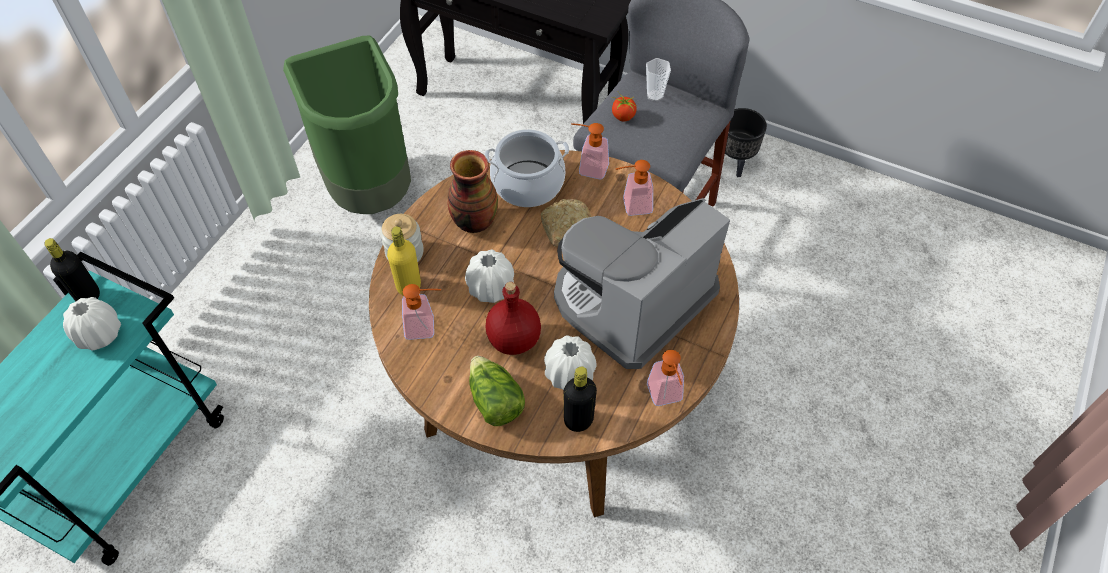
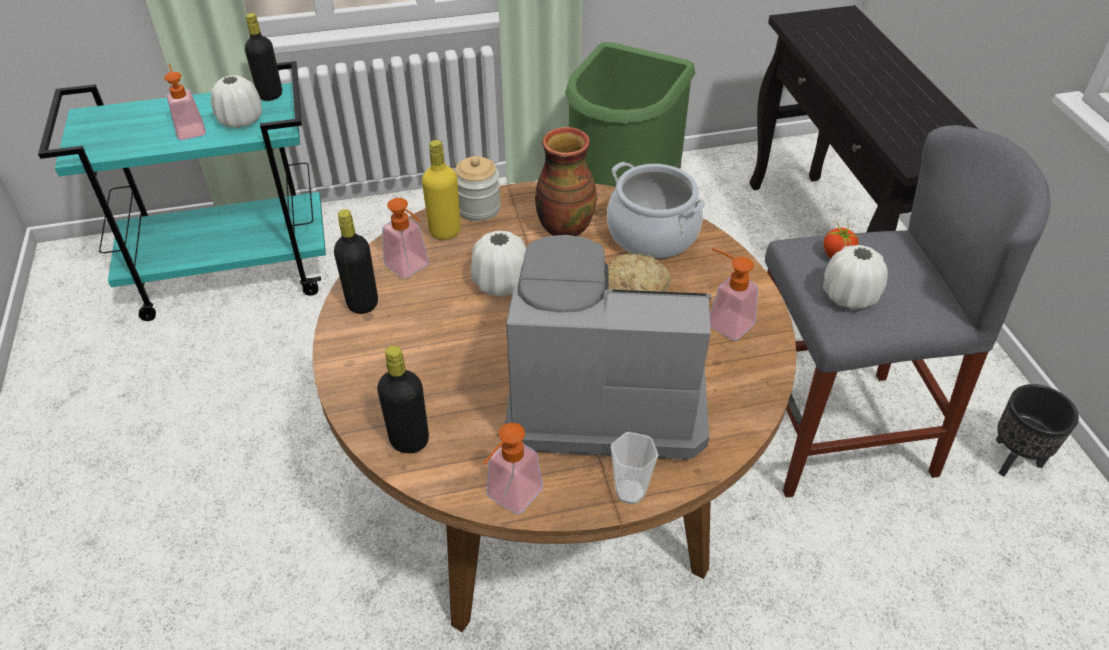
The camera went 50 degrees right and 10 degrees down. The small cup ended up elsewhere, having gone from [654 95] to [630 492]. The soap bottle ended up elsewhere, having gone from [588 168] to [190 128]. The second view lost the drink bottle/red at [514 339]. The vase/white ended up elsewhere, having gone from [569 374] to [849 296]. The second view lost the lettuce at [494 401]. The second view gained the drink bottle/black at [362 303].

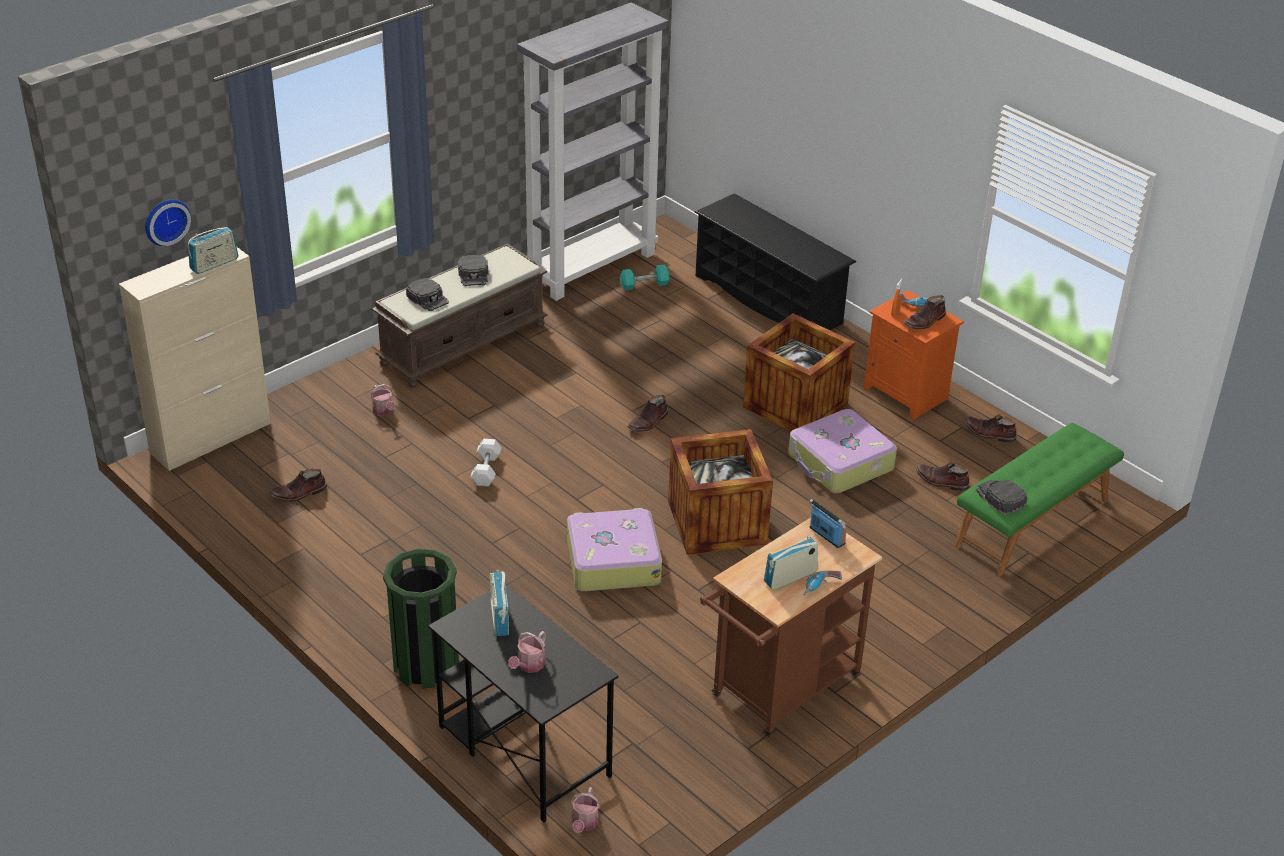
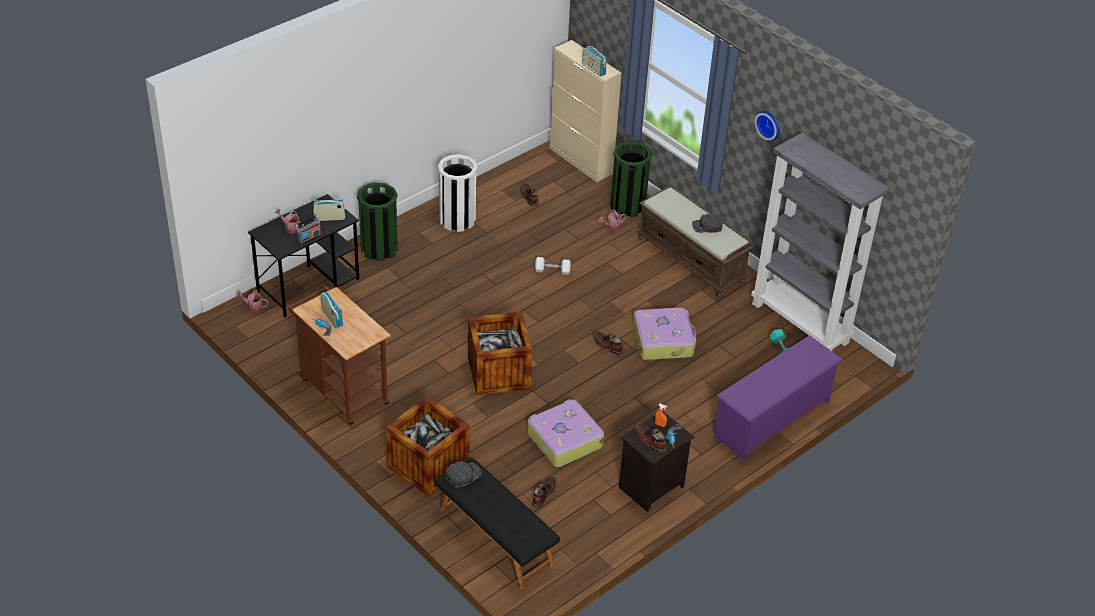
The camera went 90 degrees right and 5 degrees up. What was the shoe rack/black at [769 299] turned into the shoe rack/purple-coloured at [772 419]. The wall clock ended up elsewhere, having gone from [165 220] to [769 124]. The second view lost the cap/black at [428 298]. What was the nightstand/orange at [907 394] turned into the nightstand/black at [651 488]. The shipping crate ended up elsewhere, having gone from [795 405] to [428 465]. The second view lost the high-top boot/brownish at [989 433]. What was the bench/green-coloured at [1033 523] turned into the bench/black at [495 539]. The radio ended up elsewhere, having gone from [826 536] to [309 238]. The piece of luggage ended up elsewhere, having gone from [612 561] to [663 340]. The second view gained the trash can/green-coloured at [627 206]. The second view gained the trash can/white at [457 220].

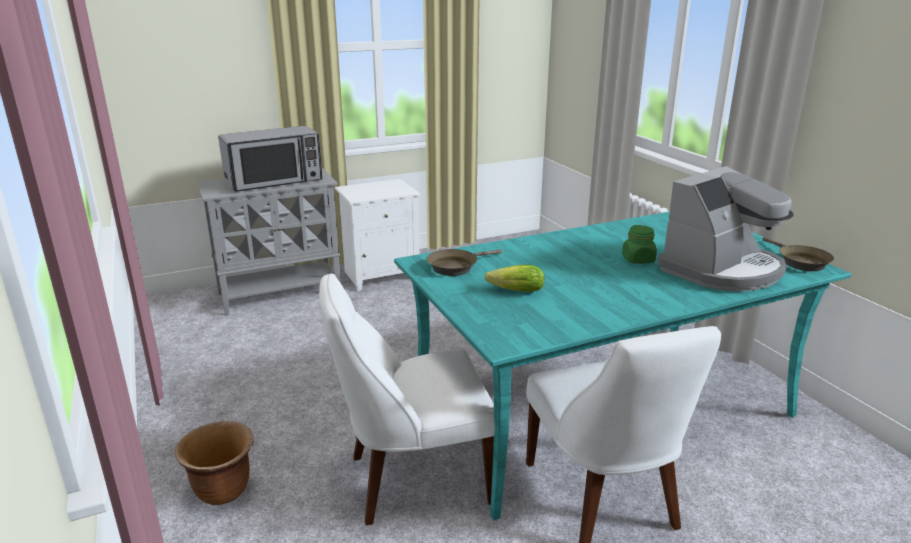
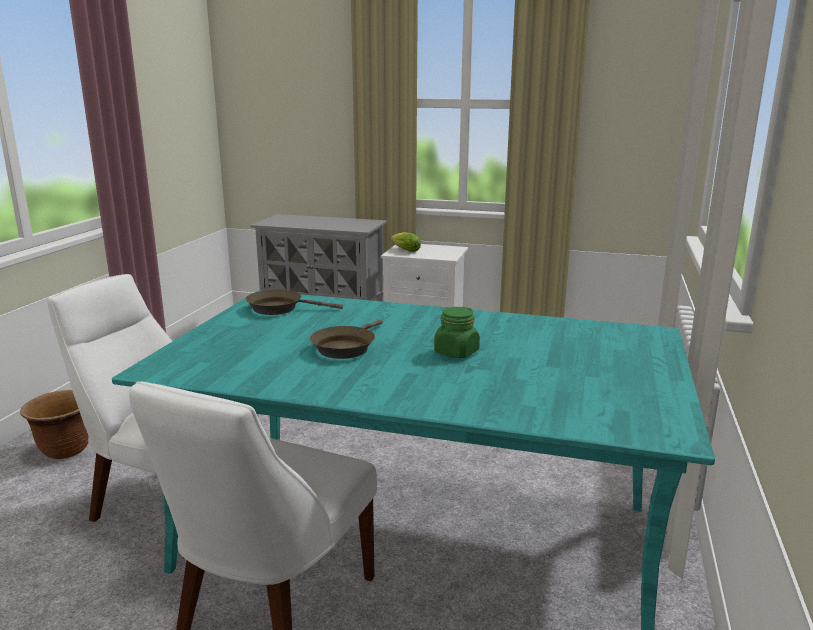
The camera went 40 degrees right and 5 degrees down. The second view lost the kitchen microwave at [274 181]. The second view lost the coffee brewer at [722 270]. The skillet/brownish ended up elsewhere, having gone from [799 262] to [346 347]. The lettuce ended up elsewhere, having gone from [513 291] to [404 250].

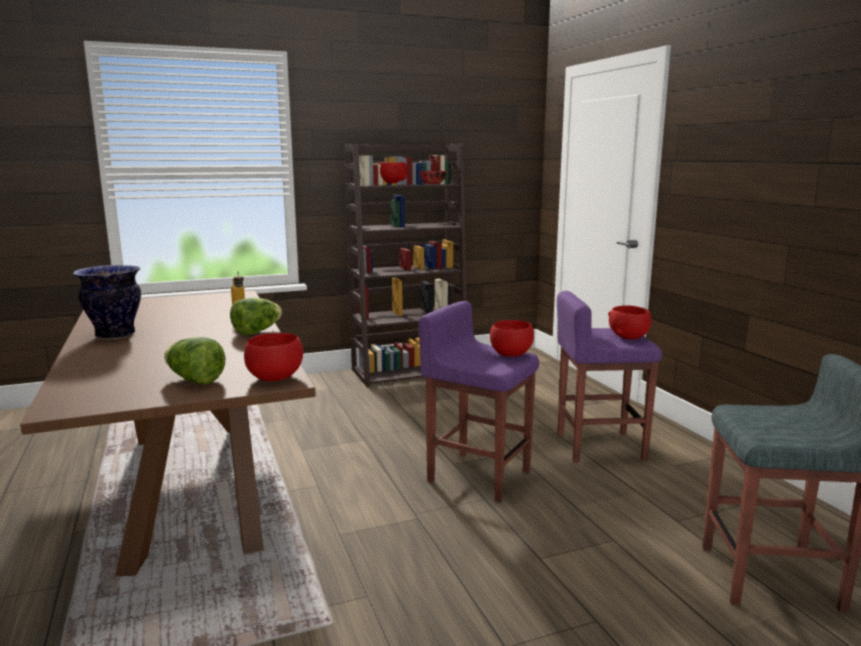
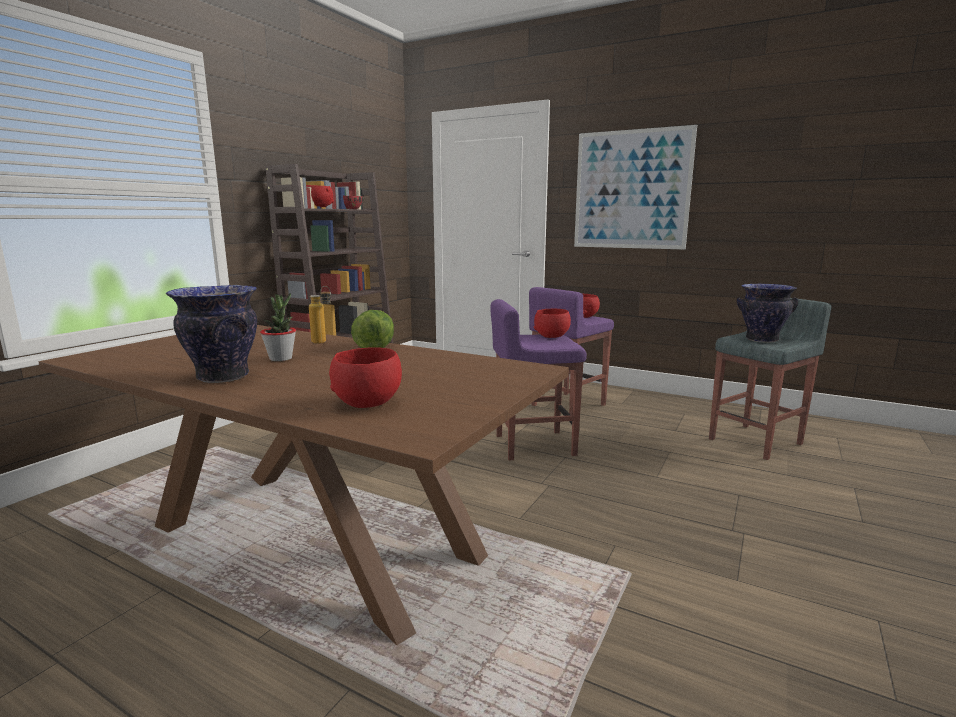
The camera went 40 degrees left and 0 degrees up. The deep dish/red ended up elsewhere, having gone from [275 378] to [368 403]. The second view lost the lettuce at [195 380]. The second view gained the wall art at [631 190]. The second view gained the vase at [761 339]. The second view gained the plant in a pot at [281 358].

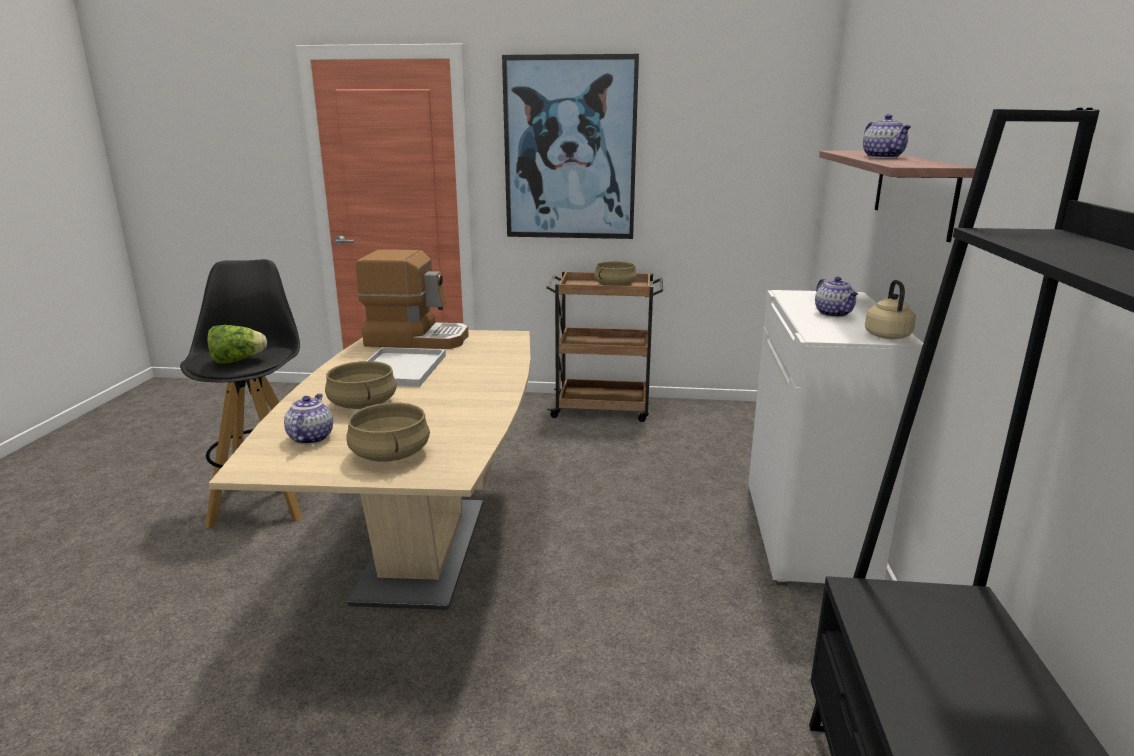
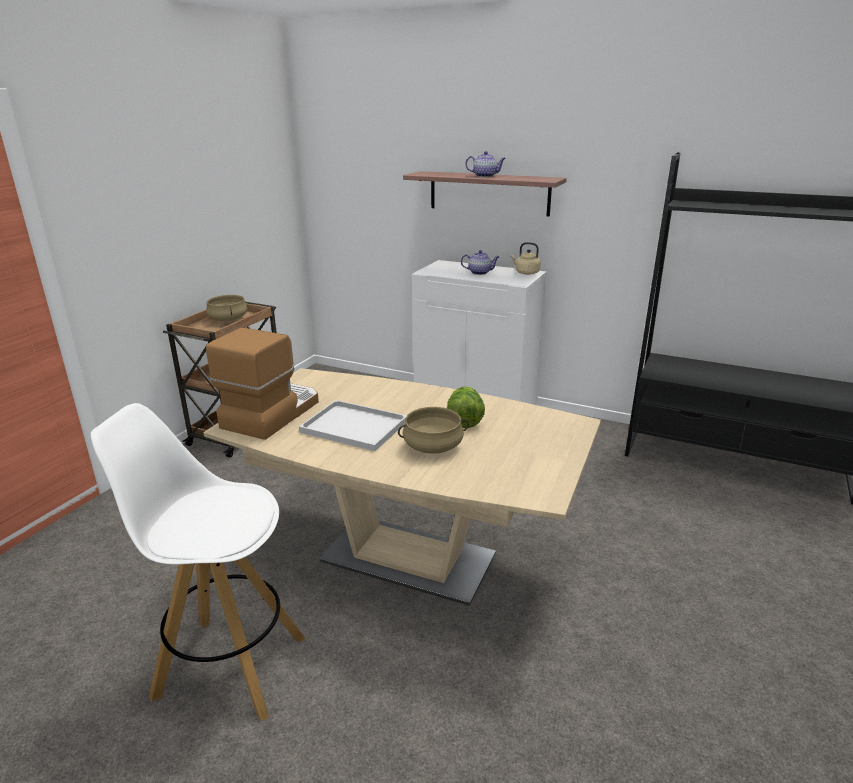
The camera went 70 degrees left and 5 degrees up. The second view lost the wall art at [570 149]. What was the sitting stool/black at [266 497] turned into the sitting stool/white at [228 665]. The lettuce ended up elsewhere, having gone from [237 361] to [464 420]. The second view lost the pot for tea at [310 437]. The second view lost the saucepot/beige-coloured at [389 454].

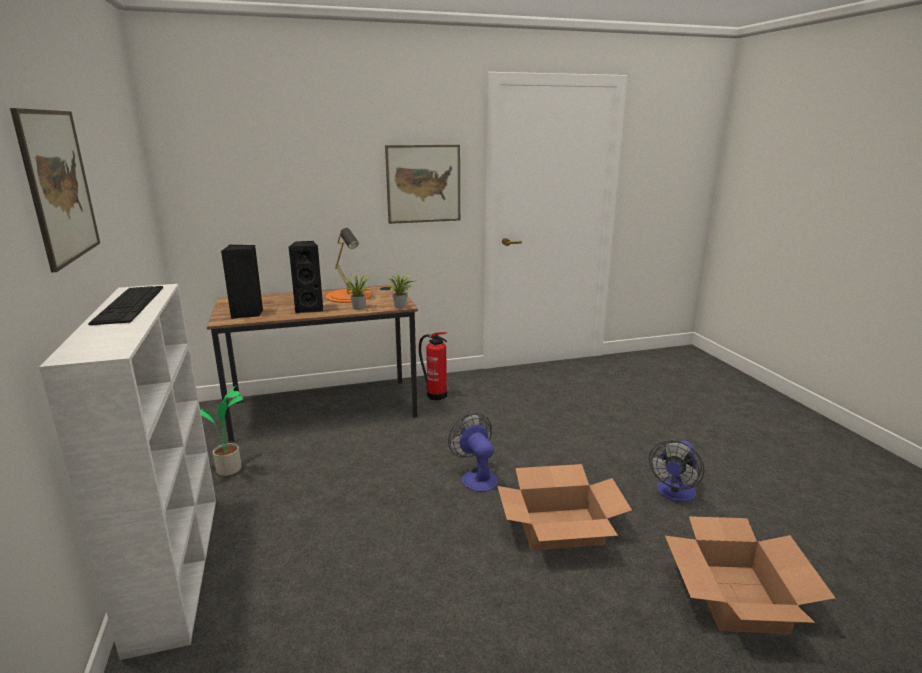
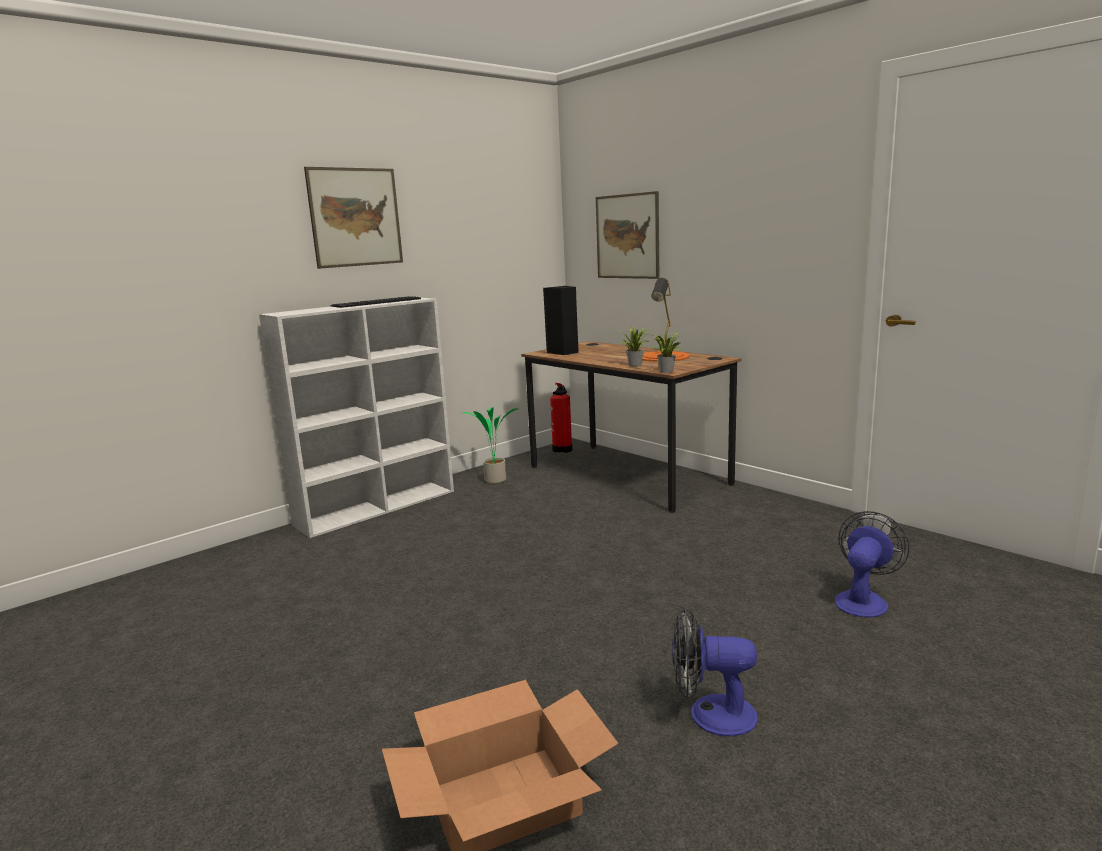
The camera went 65 degrees right and 5 degrees down. The wall art ended up elsewhere, having gone from [423 184] to [627 236]. The second view lost the audio speaker/black at [310 308]. The extinguisher ended up elsewhere, having gone from [435 395] to [563 449]. The cooling fan ended up elsewhere, having gone from [476 477] to [863 600]. The second view lost the cardboard box at [560 528].

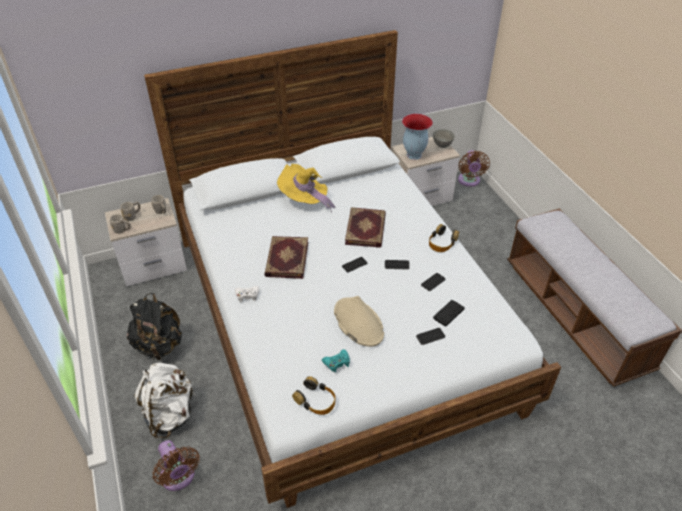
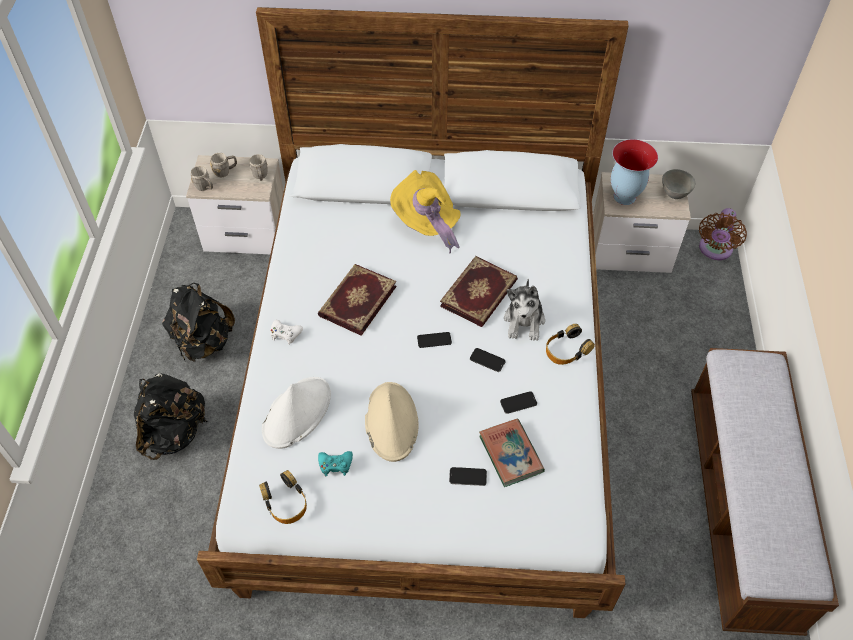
The camera went 25 degrees right and 10 degrees up. Where the gamepad/black stood at [448 313], the volume came to stand at [511 454]. What was the backpack/white at [170 414] turned into the backpack/black at [174 432]. The second view lost the cooling fan/brownish at [179 478]. The second view gained the cuddly toy at [524 321]. The second view gained the clothing hat/white at [297 412].

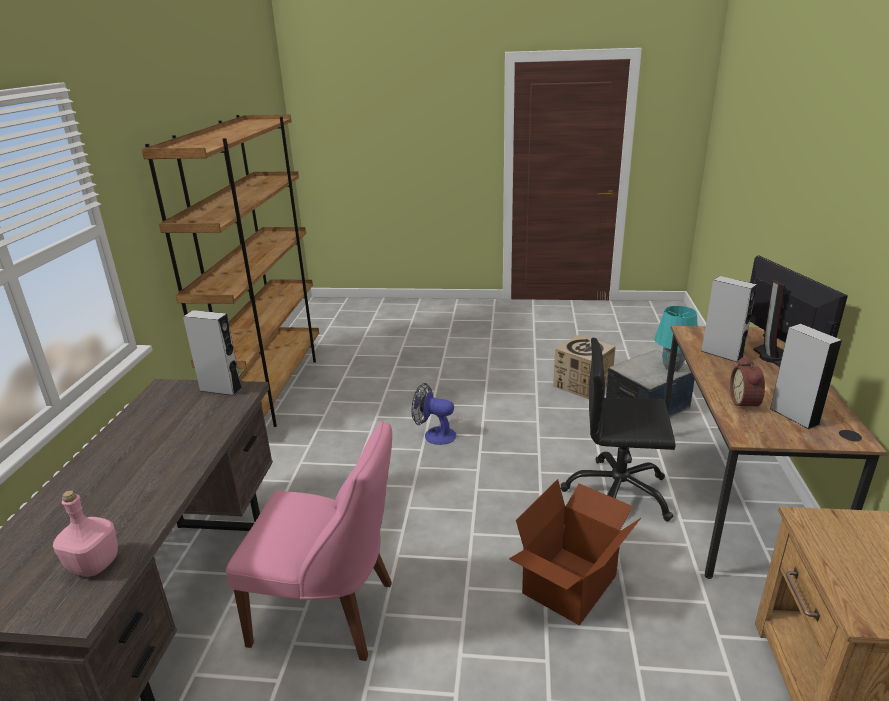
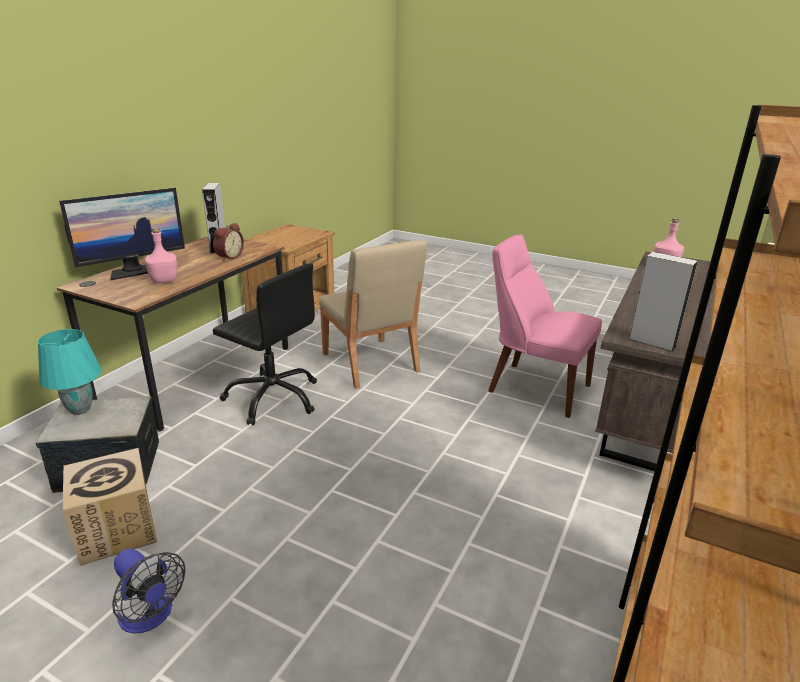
The camera went 160 degrees left and 0 degrees up. The computer screen at [775 357] ended up facing another way, 135 degrees counterclockwise from before. Where the audio speaker/grey stood at [721 354], the drink bottle/pink-coloured came to stand at [163 280]. The cooling fan ended up elsewhere, having gone from [434 435] to [150 616]. Where the cardboard box stood at [571 585], the upright chair/beige-coloured came to stand at [370 363].

